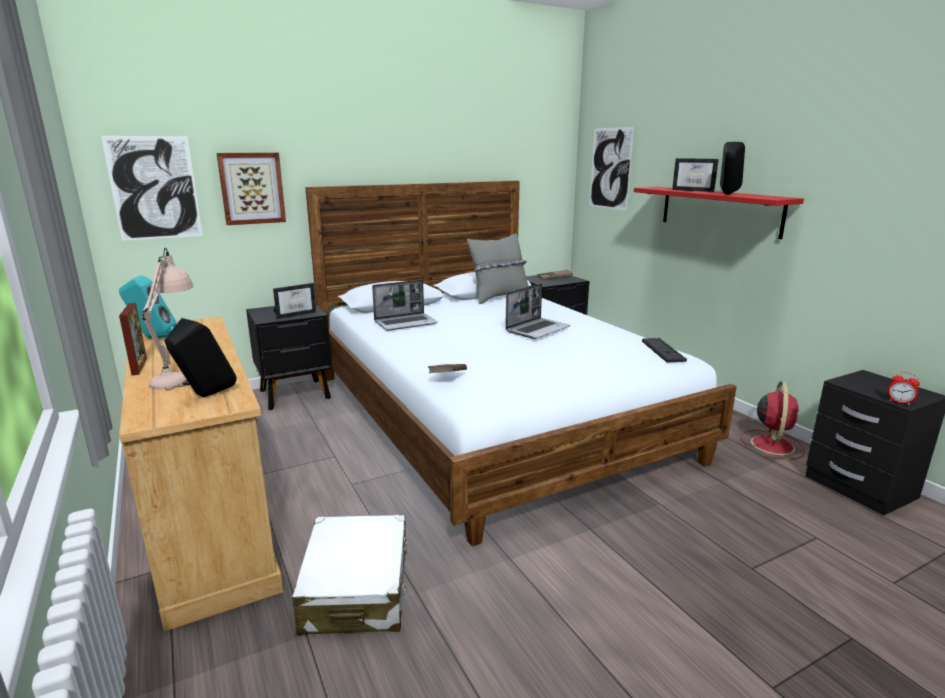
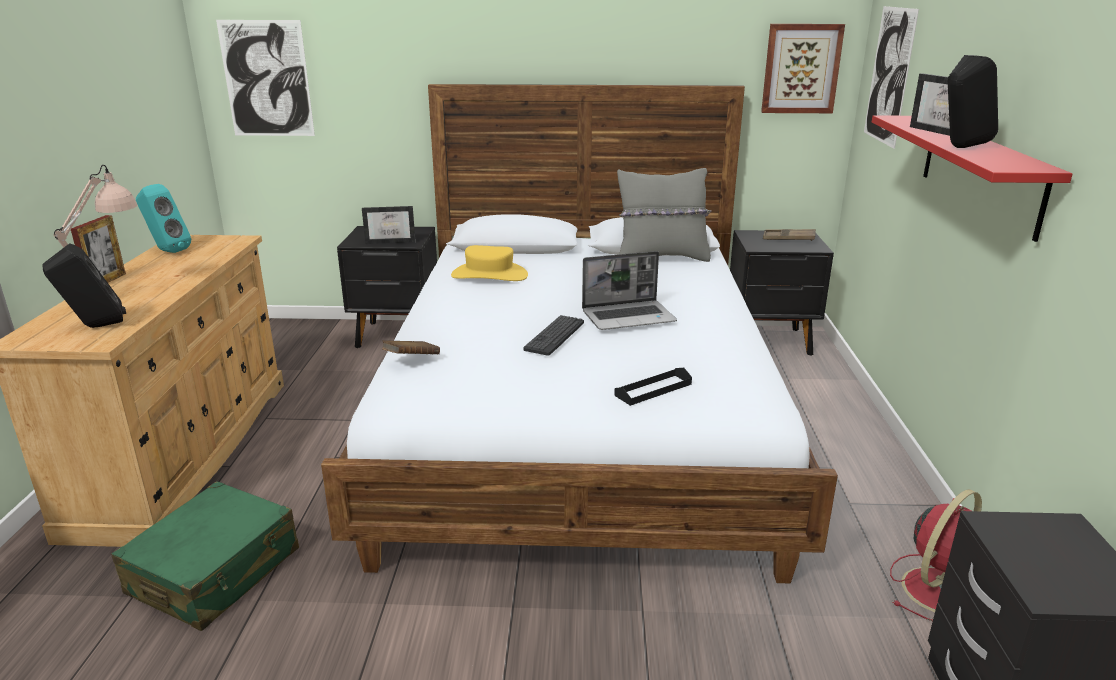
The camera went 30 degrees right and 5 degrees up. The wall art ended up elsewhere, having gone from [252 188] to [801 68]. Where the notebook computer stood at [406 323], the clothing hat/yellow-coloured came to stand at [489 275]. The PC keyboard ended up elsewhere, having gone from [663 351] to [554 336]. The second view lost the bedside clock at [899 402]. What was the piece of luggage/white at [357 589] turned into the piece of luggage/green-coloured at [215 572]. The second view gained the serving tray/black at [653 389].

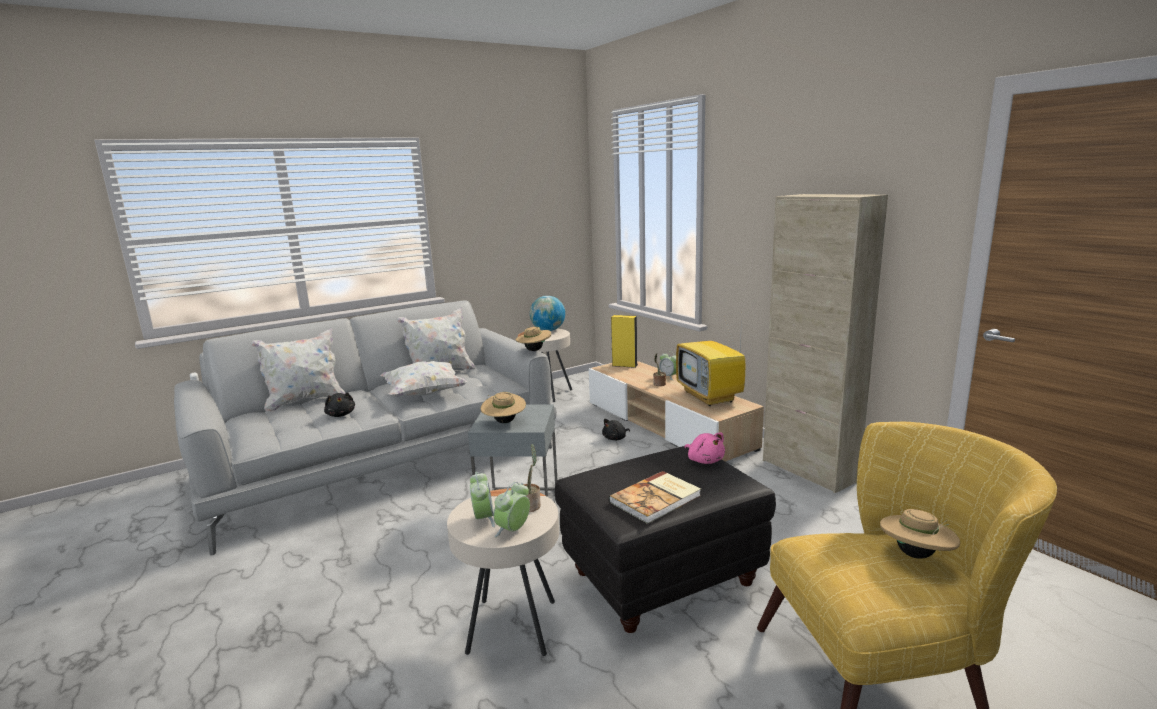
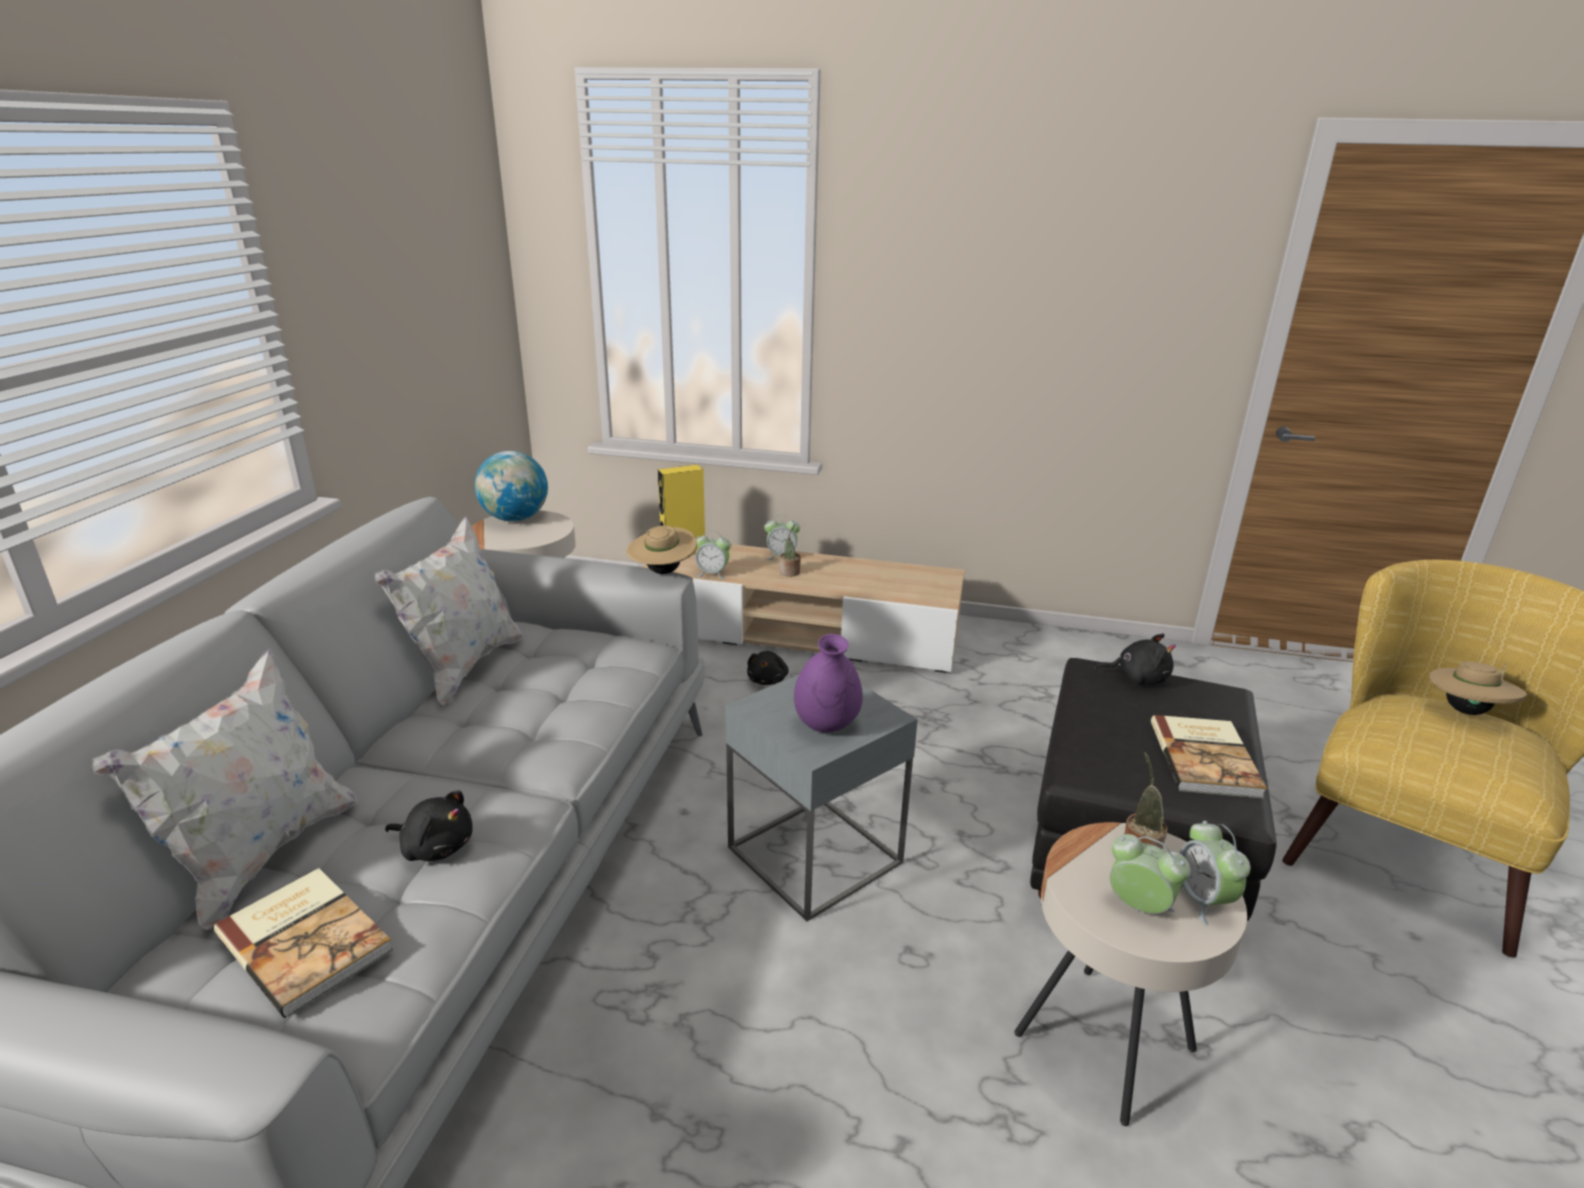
The camera went 45 degrees left and 10 degrees up. The second view lost the cabinet/beige-coloured at [809 470]. The second view lost the television at [710 397]. The second view lost the cushion/white at [424 394]. Where the clothing hat/beige-coloured stood at [504 422], the vase/purple-coloured came to stand at [826 725]. What was the cuddly toy/pink-coloured at [704 460] turned into the cuddly toy/black at [1137 678]. The second view gained the bedside clock at [712 574]. The second view gained the volume at [307 940].

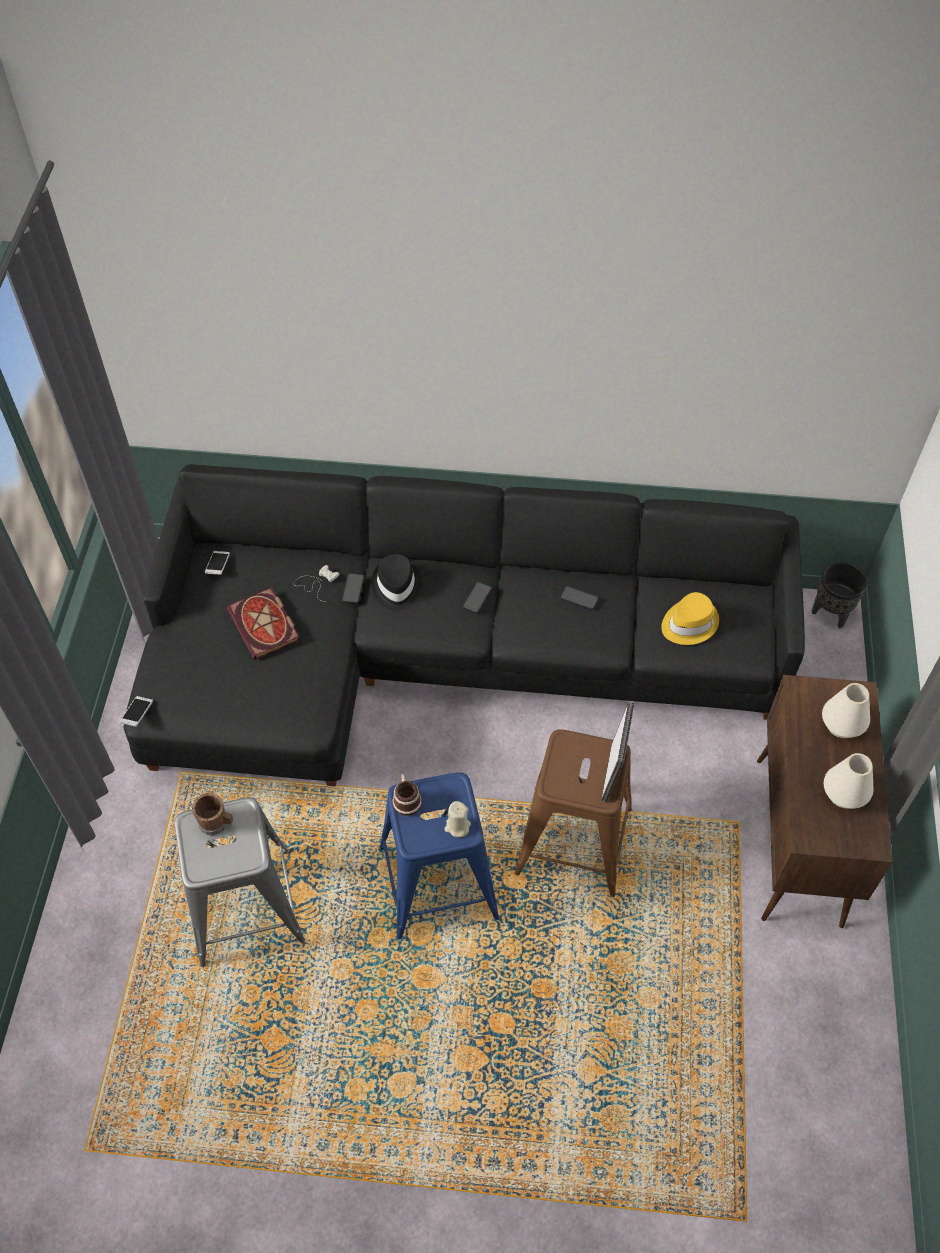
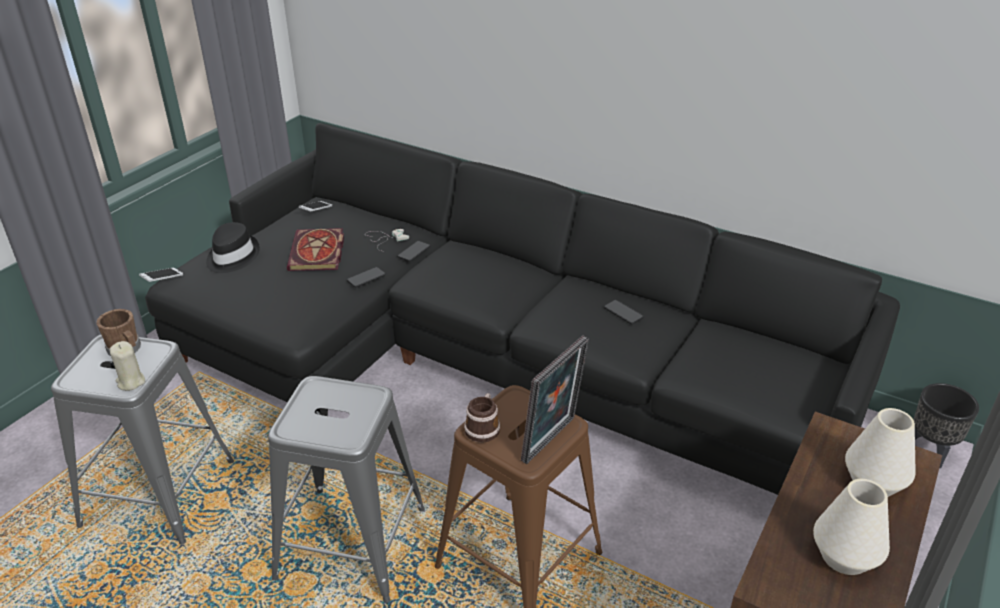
The camera went 25 degrees right and 20 degrees down. The clothing hat/black ended up elsewhere, having gone from [396 586] to [232 257]. The handset ended up elsewhere, having gone from [477 598] to [366 278]. The second view lost the clothing hat/yellow-coloured at [688 623]. What was the sitting stool/blue at [437 882] turned into the sitting stool/grey at [350 543]. The mug ended up elsewhere, having gone from [406 799] to [483 427]. The wax light/beige-coloured ended up elsewhere, having gone from [457 826] to [130 382].

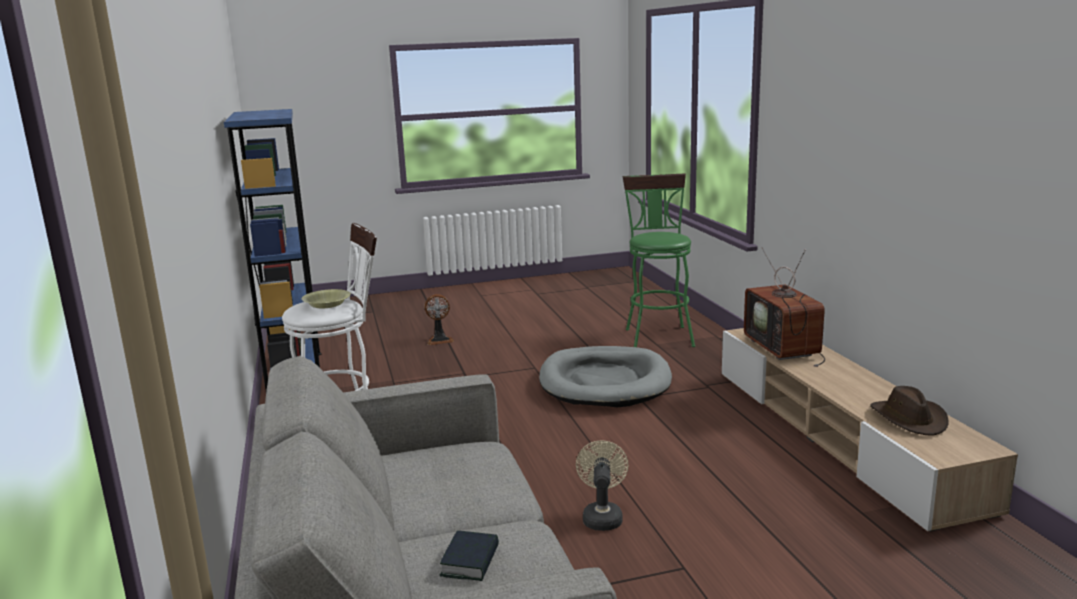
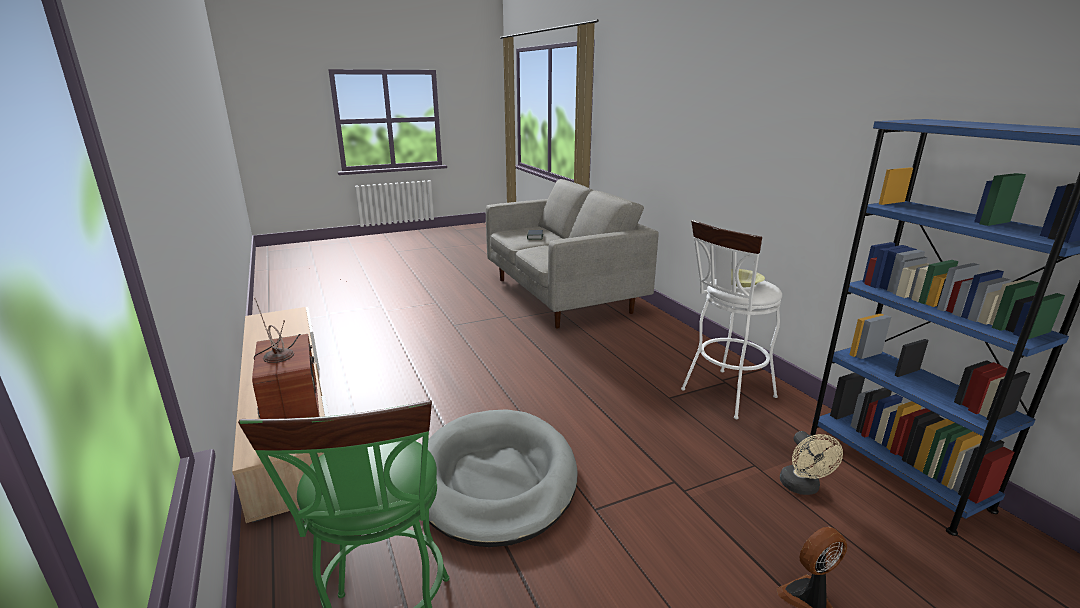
The camera went 170 degrees right and 5 degrees up. The second view lost the clothing hat/brownish at [909 419]. The cooling fan/beige-coloured ended up elsewhere, having gone from [602 516] to [802 488].

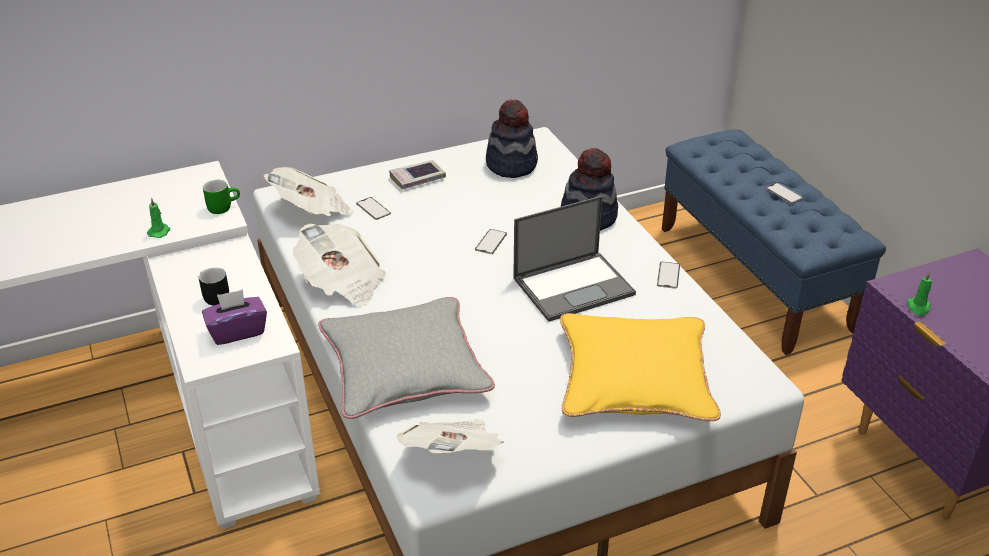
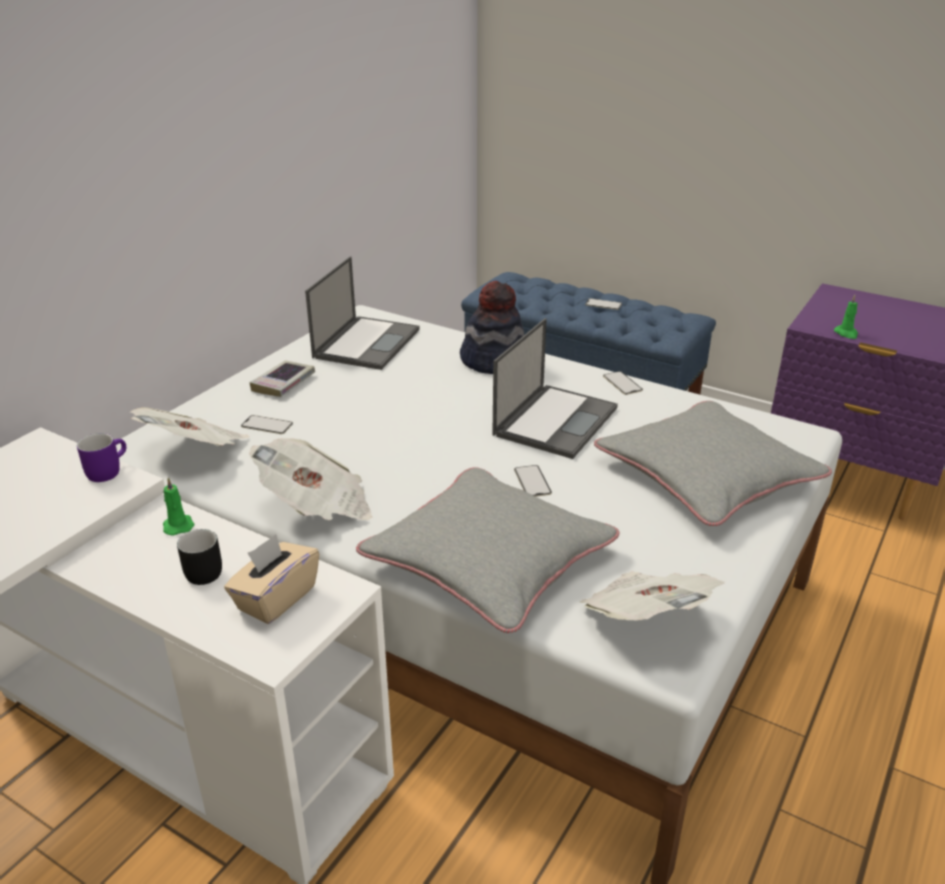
The camera went 35 degrees left and 5 degrees down. Where the clothing hat stood at [511 164], the notebook computer came to stand at [367 343]. What was the mug/green-coloured at [223 207] turned into the mug/purple-coloured at [106 470]. The wax light/green-coloured ended up elsewhere, having gone from [159 232] to [178 525]. The handset ended up elsewhere, having gone from [491 242] to [532 481]. What was the tissue box/purple-coloured at [237 331] turned into the tissue box/beige-coloured at [276 598]. What was the cushion/yellow-coloured at [634 378] turned into the cushion/grey at [707 474].

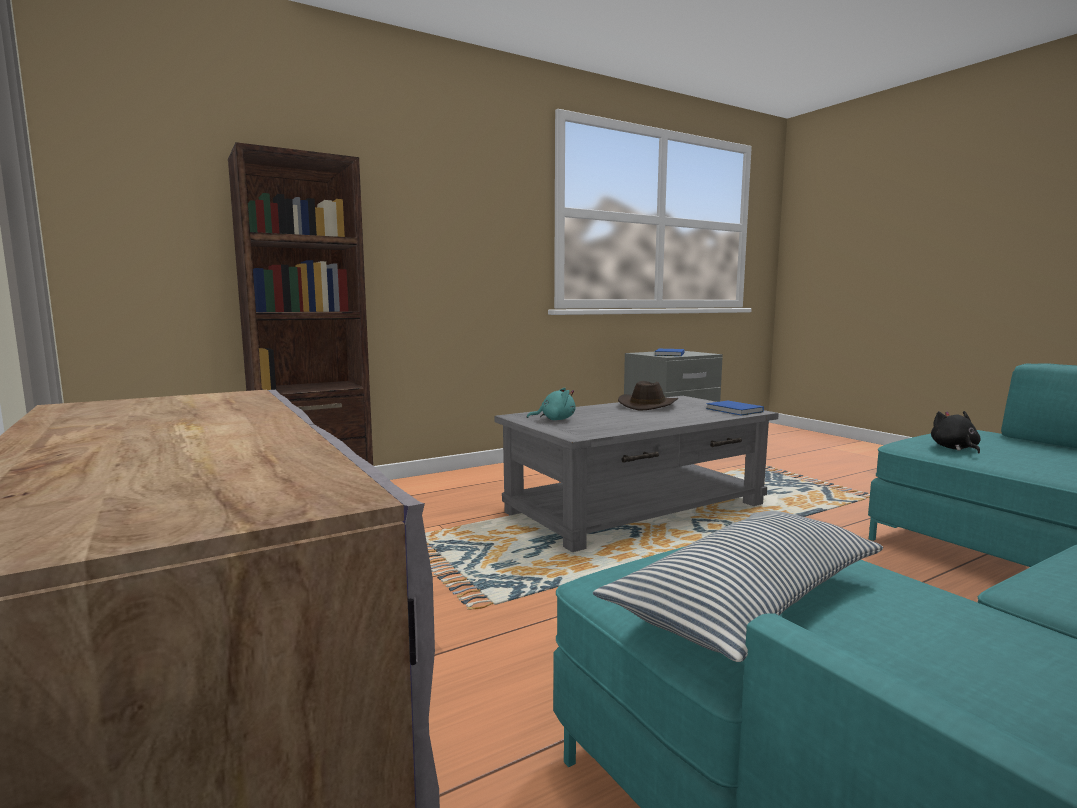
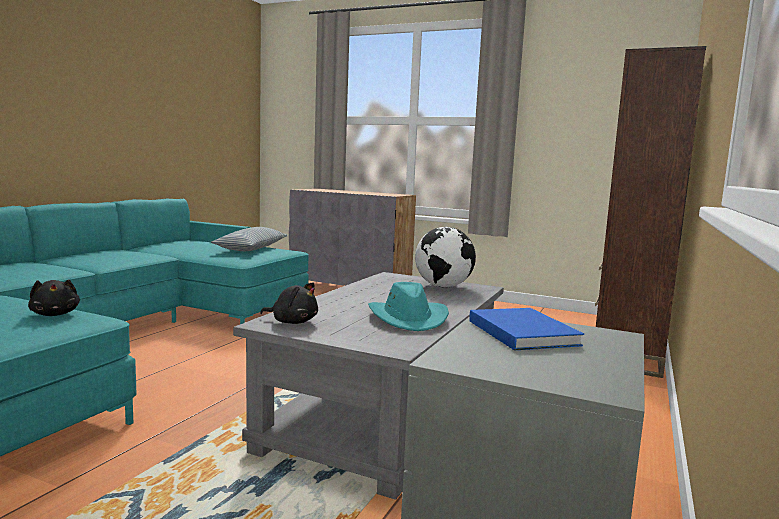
The camera went 145 degrees right and 0 degrees up. What was the clothing hat/brownish at [648 405] turned into the clothing hat/blue-green at [408 319]. Where the cuddly toy/blue-green stood at [555 419], the world globe came to stand at [443 286]. Where the volume/blue stood at [734 410], the cuddly toy/black came to stand at [292 322].

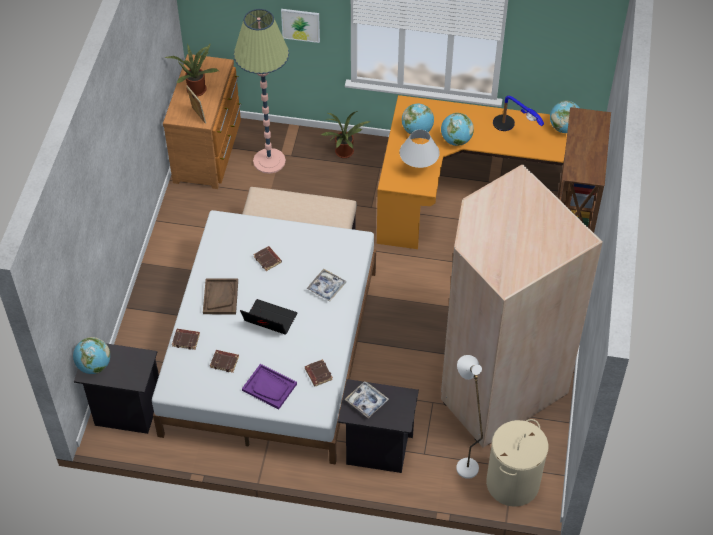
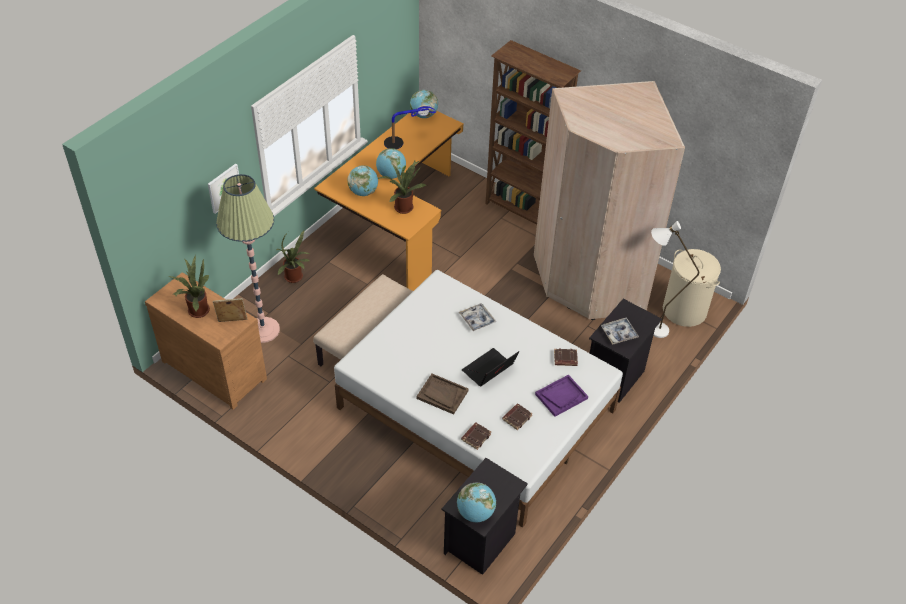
The camera went 65 degrees left and 5 degrees down. Where the lamp for a table/white stood at [418 167], the plant in a pot came to stand at [403 206]. The second view lost the volume/brownish at [268 260].

